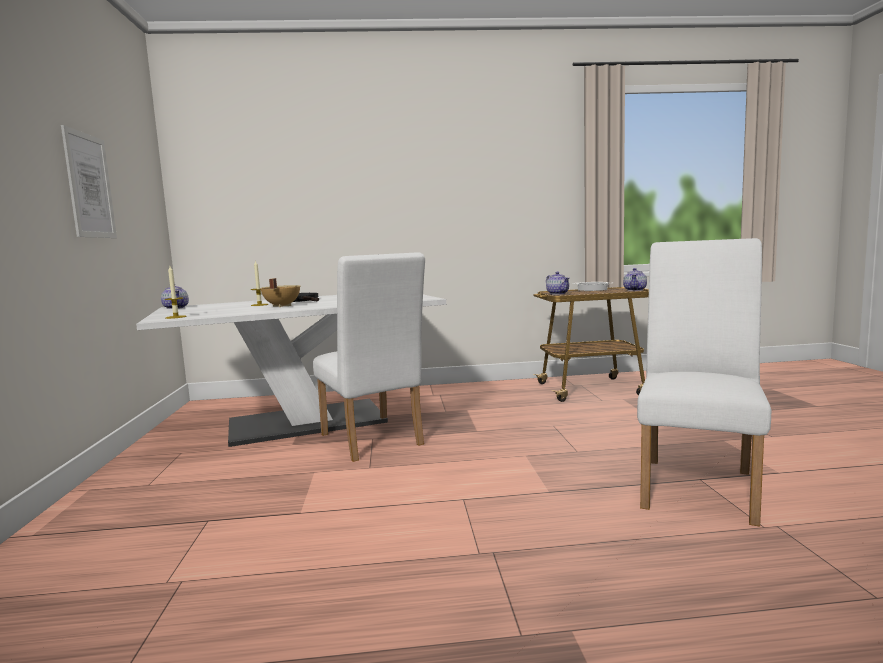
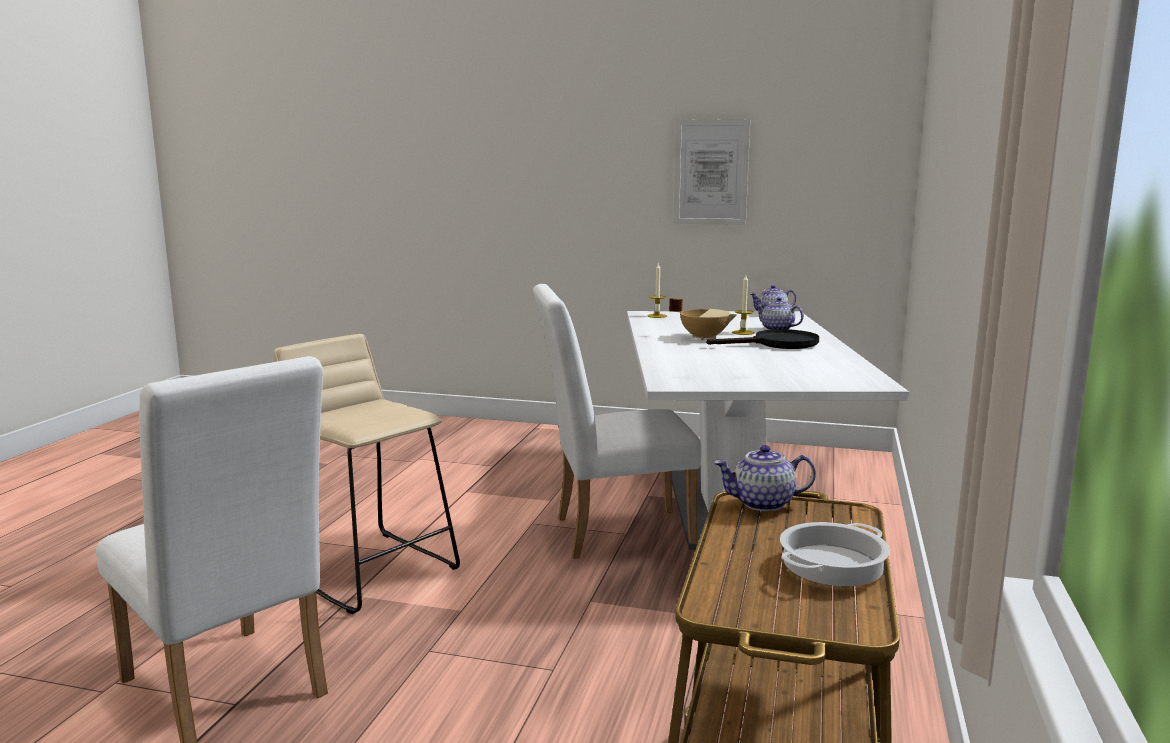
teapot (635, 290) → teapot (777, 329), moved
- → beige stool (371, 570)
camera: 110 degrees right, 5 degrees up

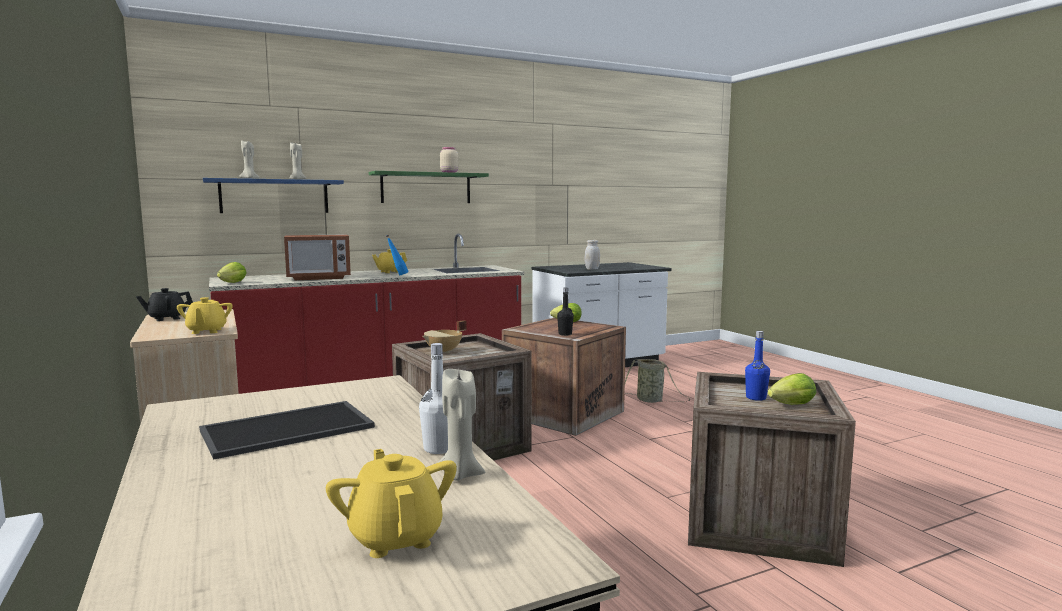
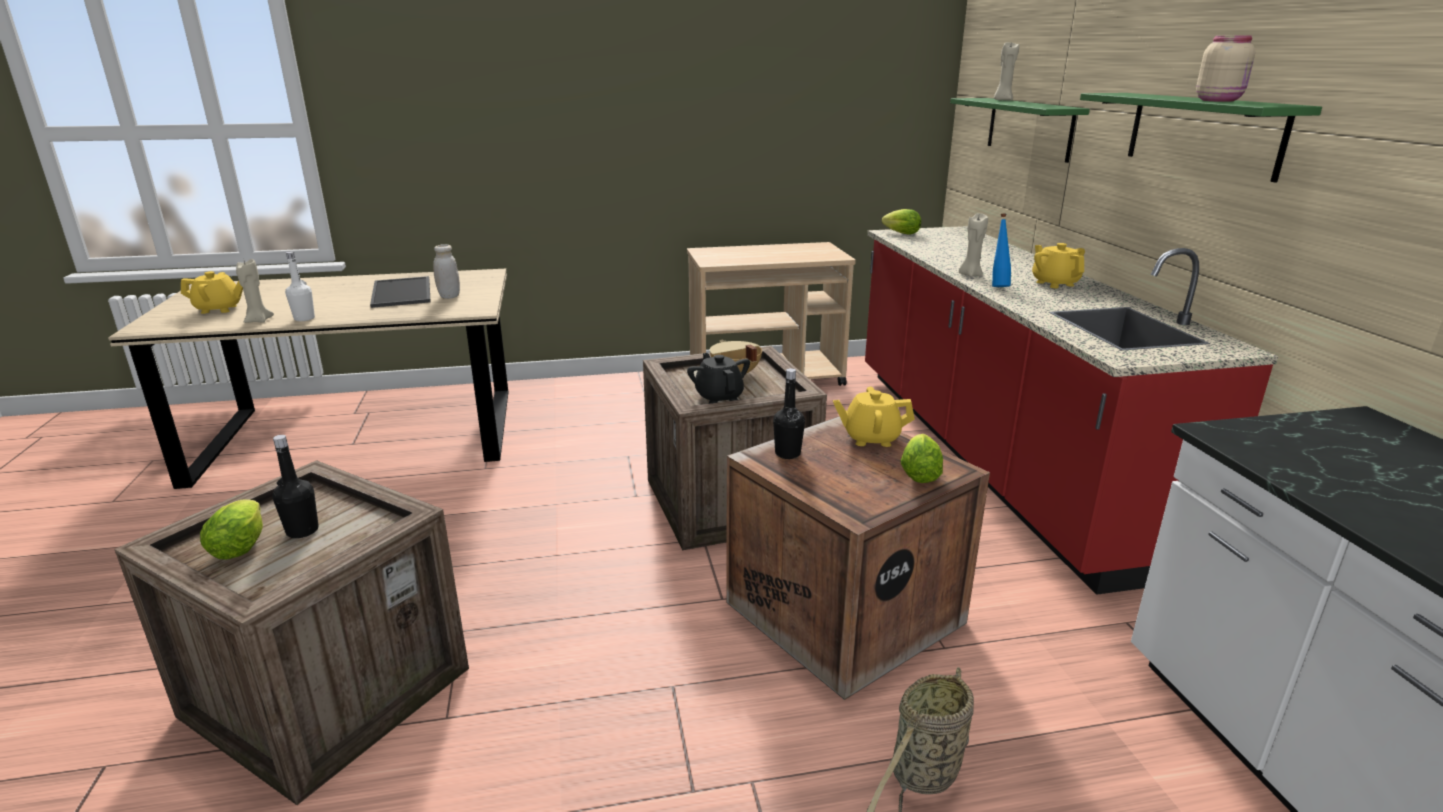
black teapot (166, 318) → black teapot (719, 397), moved
yellow teapot (206, 331) → yellow teapot (871, 438), moved
blue shelf (274, 196) → green shelf (1029, 128)
microwave (318, 278) → -
beige candle (297, 179) → beige candle (970, 275), moved
white jar (592, 269) → white jar (449, 296), moved
blue bottle (756, 398) → black bottle (302, 531)
camera: 105 degrees right, 15 degrees up

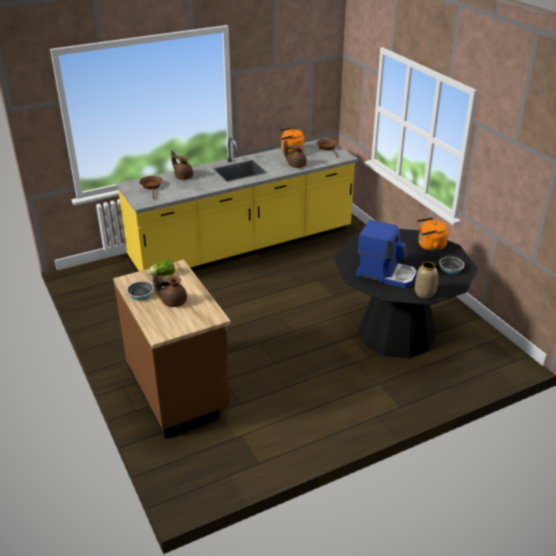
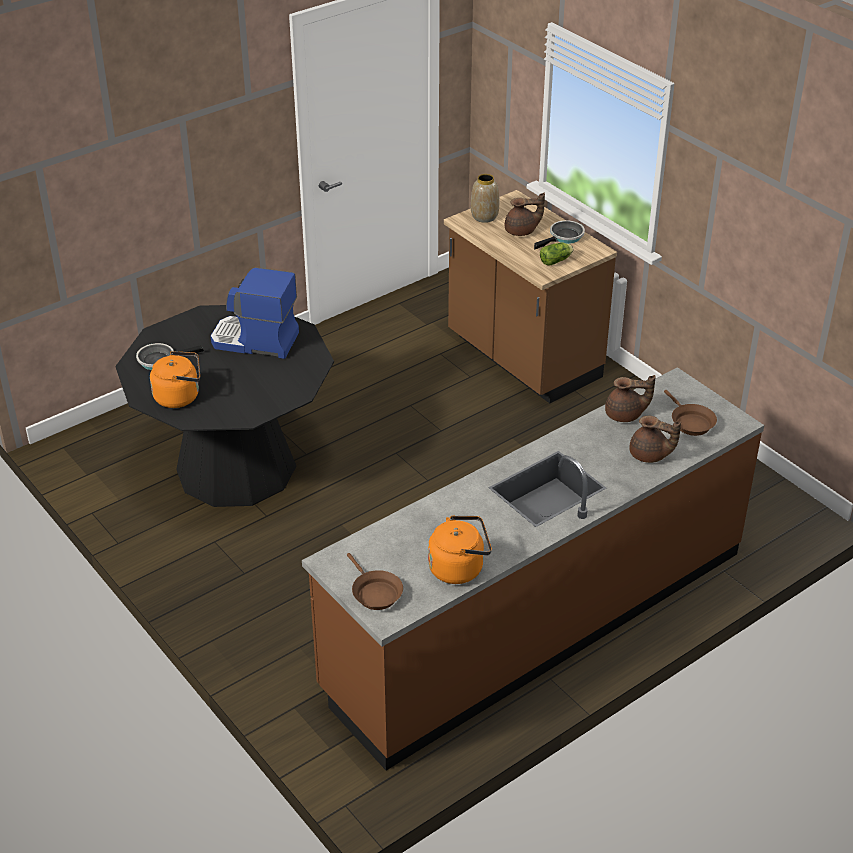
yellow counter (243, 247) → brown counter (536, 620)
brown teapot (296, 165) → brown teapot (625, 415), moved
vase (425, 293) → vase (484, 217), moved
camera: 170 degrees right, 5 degrees up

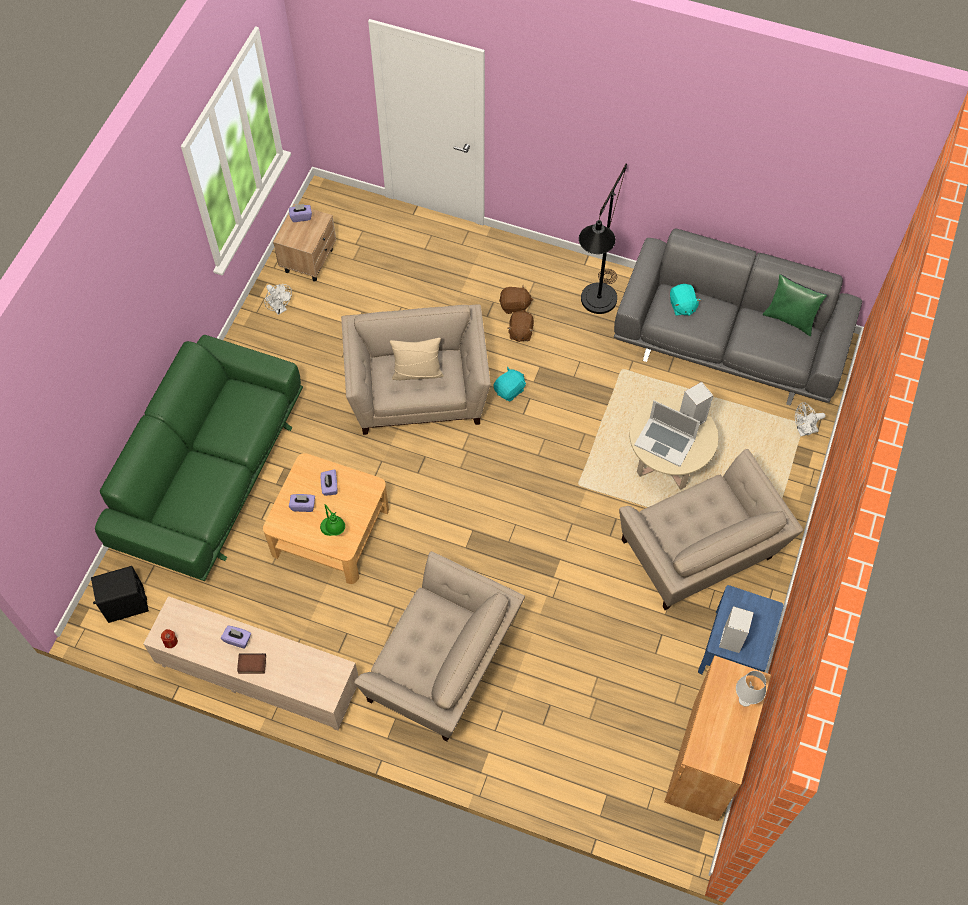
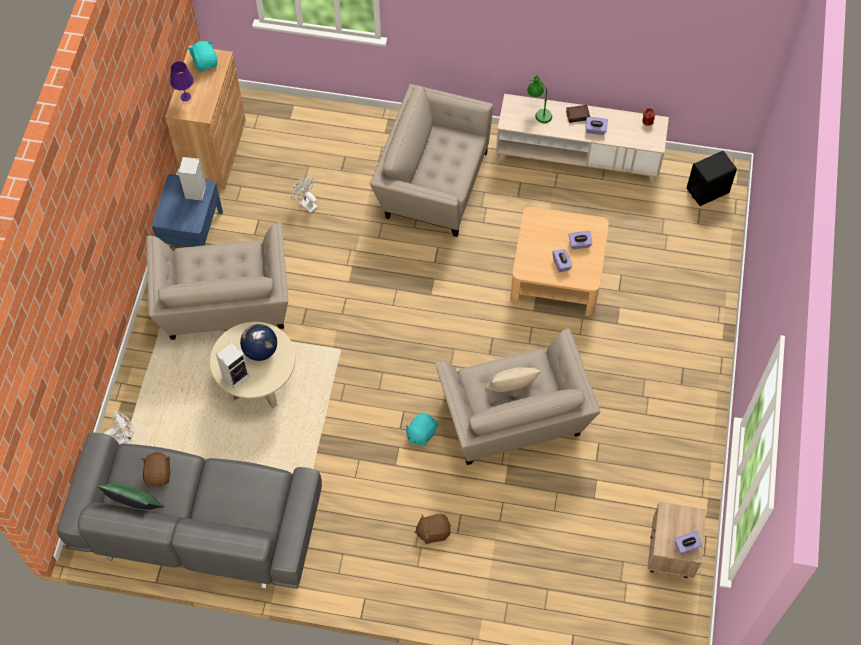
green sofa (211, 475) → -
white fan (279, 308) → white fan (305, 204), moved
green table lamp (334, 533) → green table lamp (538, 112), moved
brown plush toy (520, 332) → brown plush toy (159, 474), moved
black floor lamp (595, 307) → -
beige armchair (698, 553) → beige armchair (225, 305), 150 degrees counterclockwise
laptop (665, 441) → globe (260, 350)
turquoise plush toy (682, 306) → turquoise plush toy (205, 62), moved
white table lamp (745, 700) → purple table lamp (185, 97)
camera: 170 degrees right, 0 degrees up

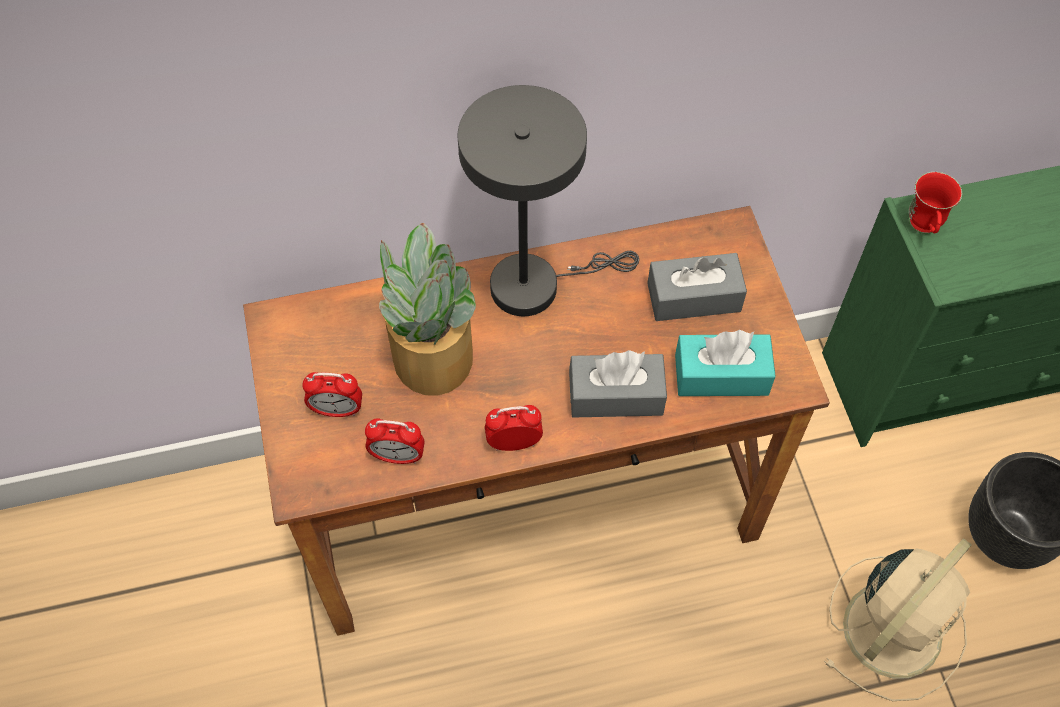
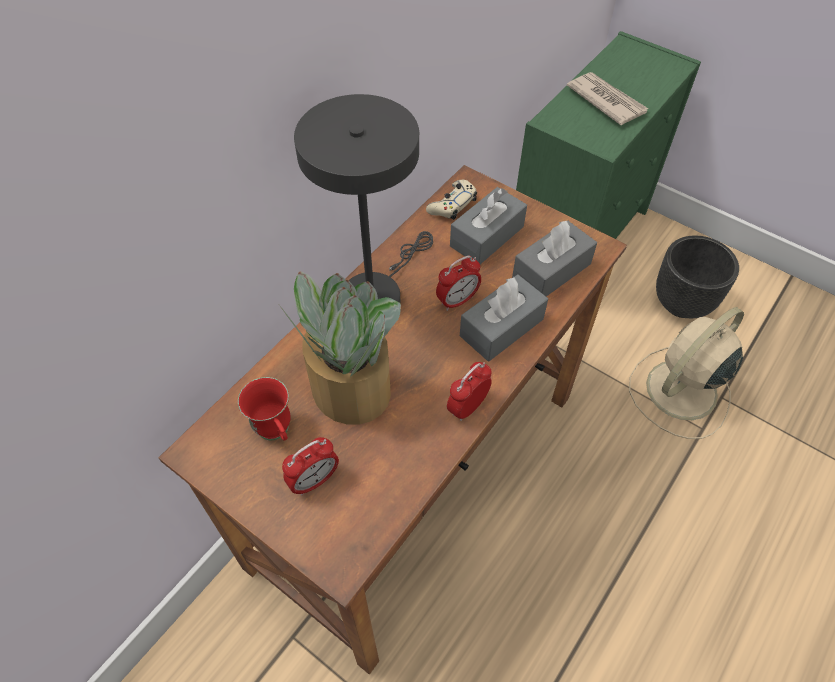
alarm clock (398, 456) → alarm clock (457, 300), moved
turquoise tissue box (721, 375) → grey tissue box (551, 270)
beige fan (895, 626) → beige fan (679, 392), 135 degrees counterclockwise
red mug (923, 229) → red mug (277, 433), moved
- → beige game controller (452, 205)
- → newspaper (606, 100)
camera: 40 degrees left, 5 degrees down

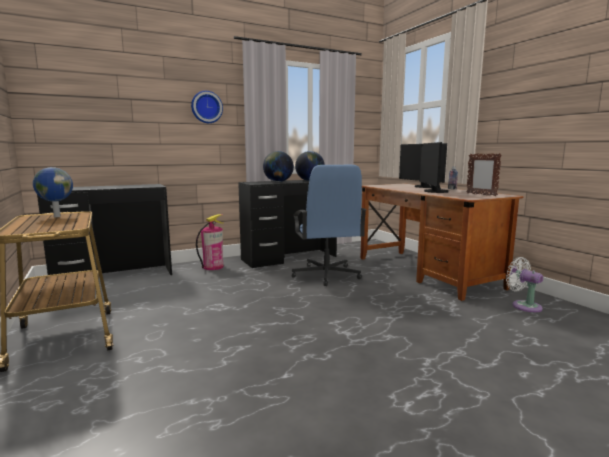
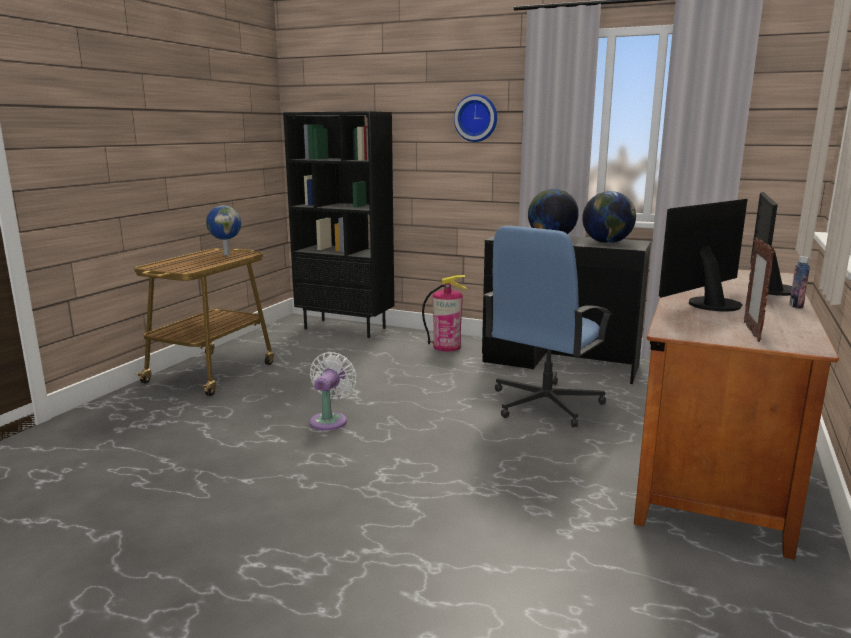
black desk (114, 276) → black bookcase (346, 328)
white fan (523, 306) → white fan (330, 420), moved
camera: 50 degrees right, 5 degrees up

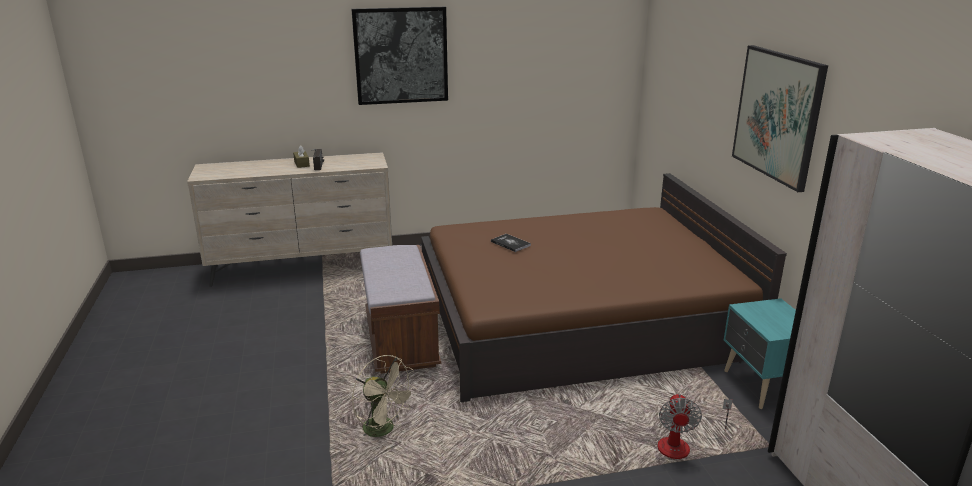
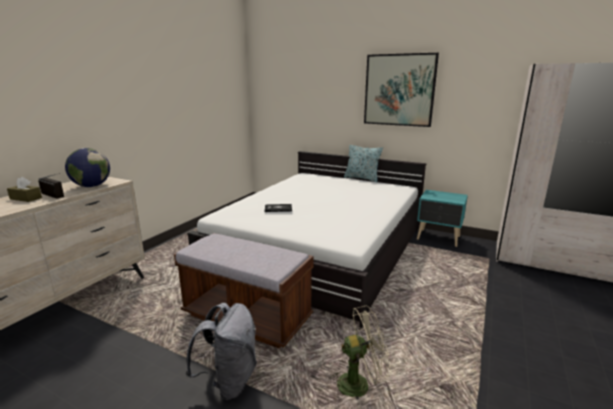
picture (401, 55) → -
brown bed (579, 319) → white bed (321, 249)
fan (682, 445) → -
- → globe (91, 186)
- → grey backpack (229, 381)
- → pillow (362, 178)
camera: 50 degrees left, 5 degrees down

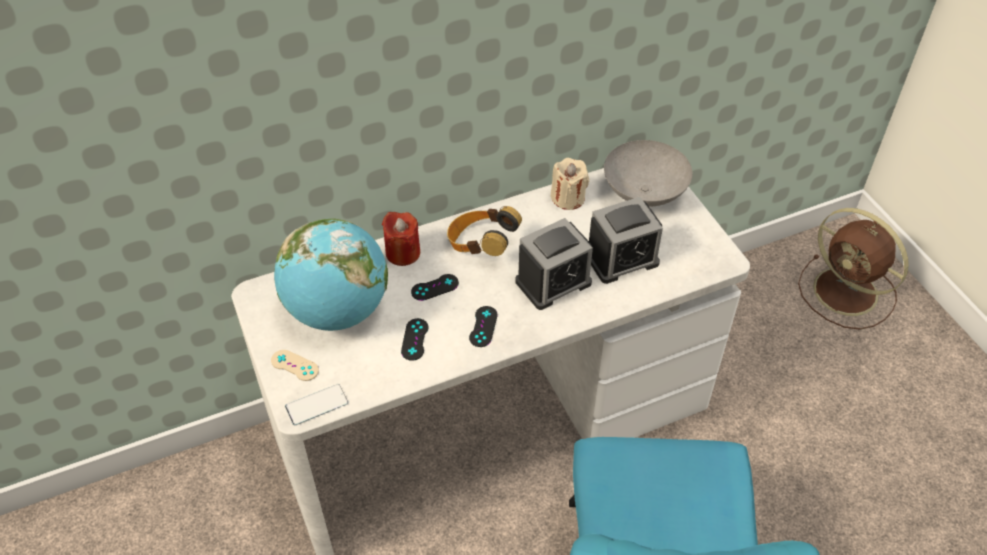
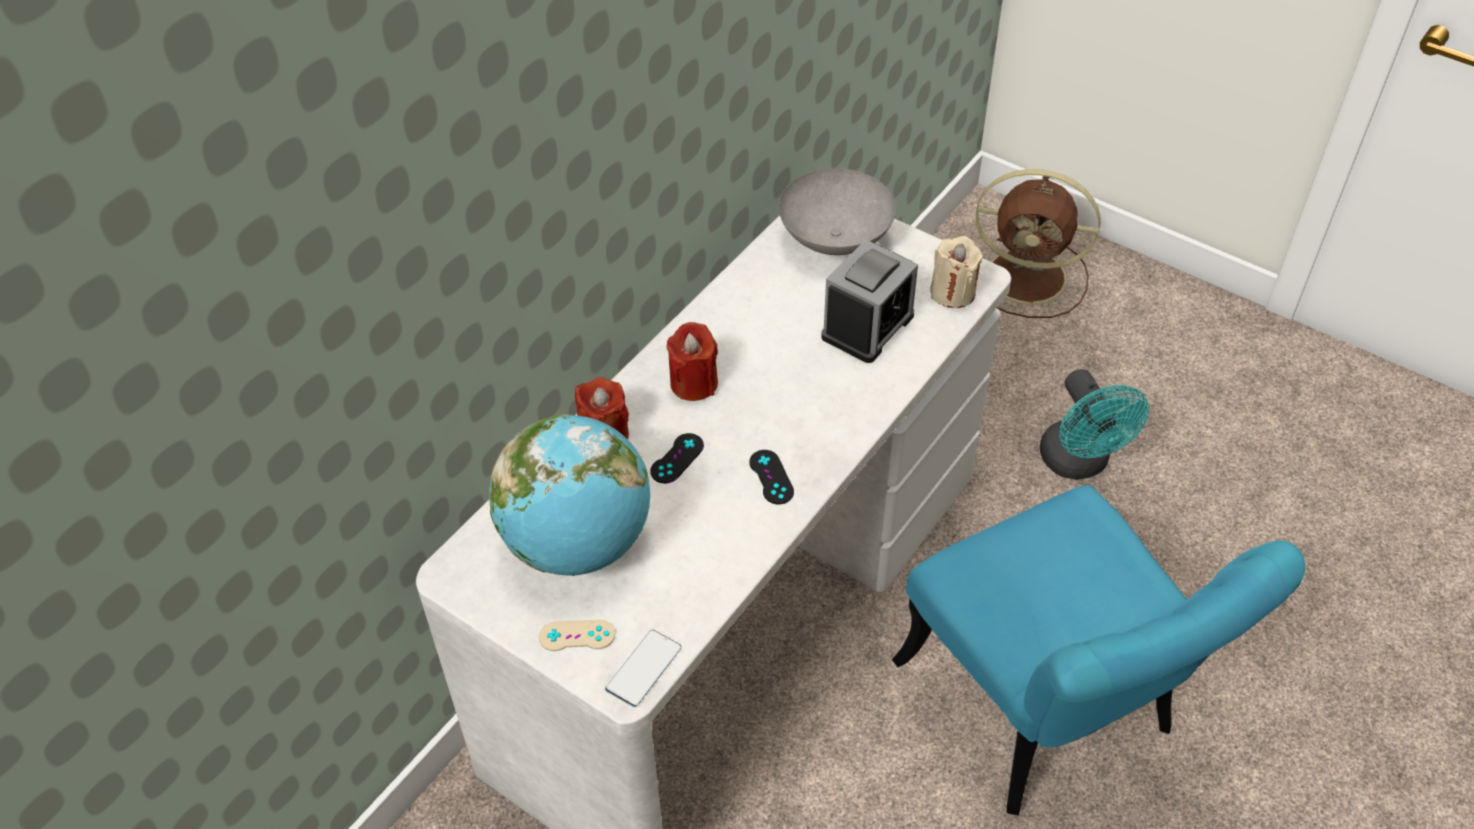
black game controller (415, 339) → -
headphones (481, 245) → red candle (693, 383)
alarm clock (553, 282) → -
beige candle (568, 198) → beige candle (952, 292), moved
- → turquoise fan (1079, 463)
camera: 30 degrees left, 0 degrees up

